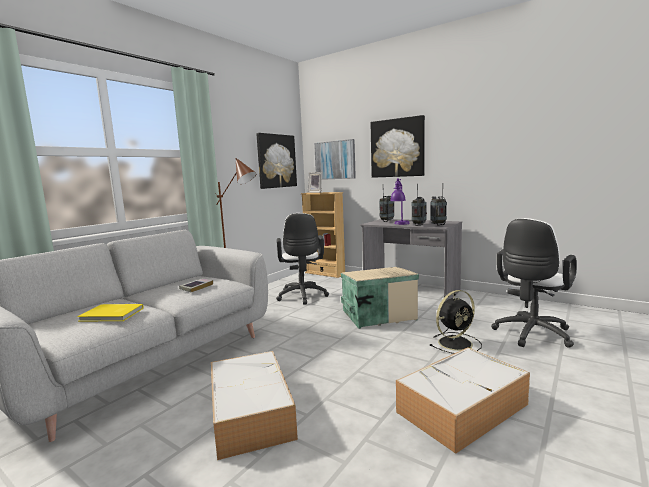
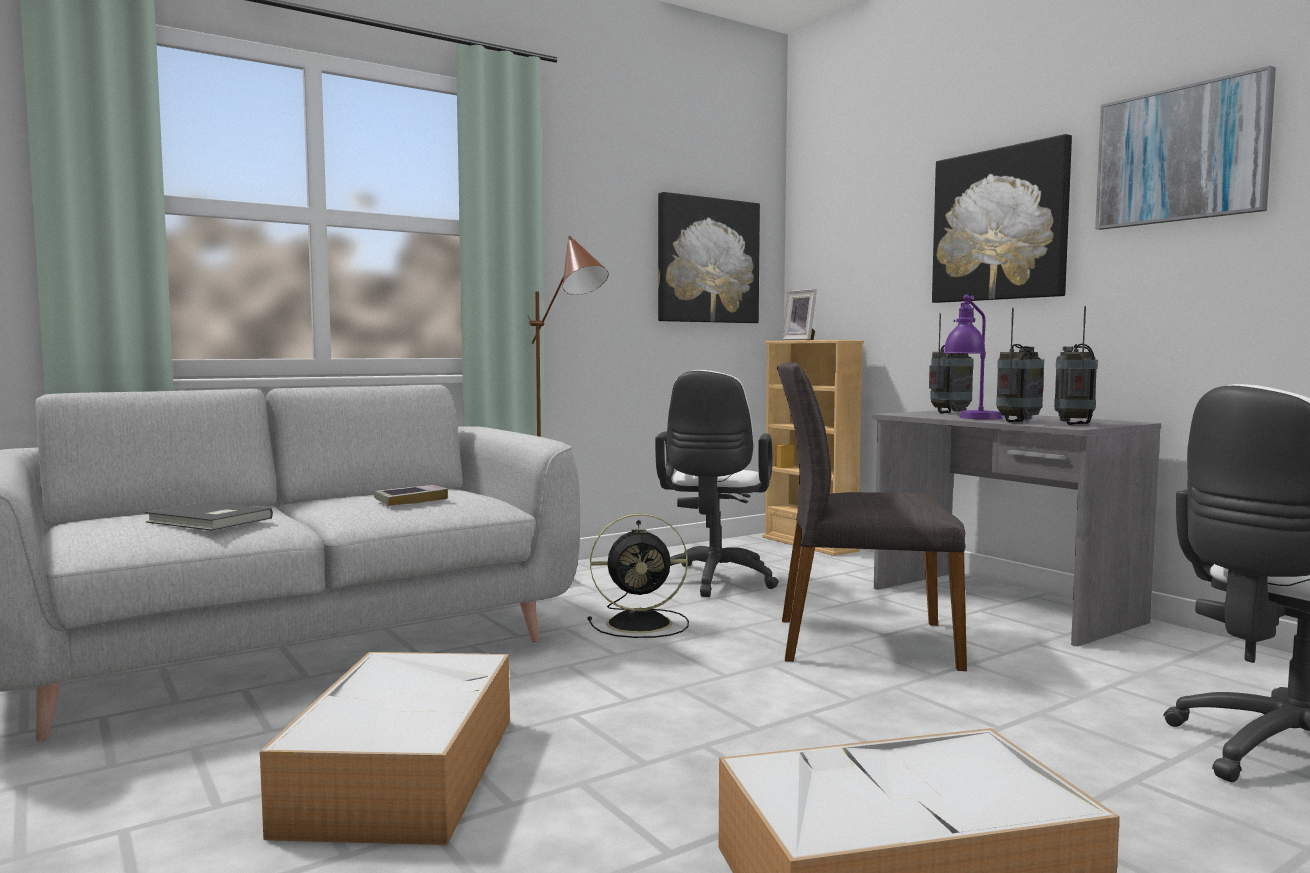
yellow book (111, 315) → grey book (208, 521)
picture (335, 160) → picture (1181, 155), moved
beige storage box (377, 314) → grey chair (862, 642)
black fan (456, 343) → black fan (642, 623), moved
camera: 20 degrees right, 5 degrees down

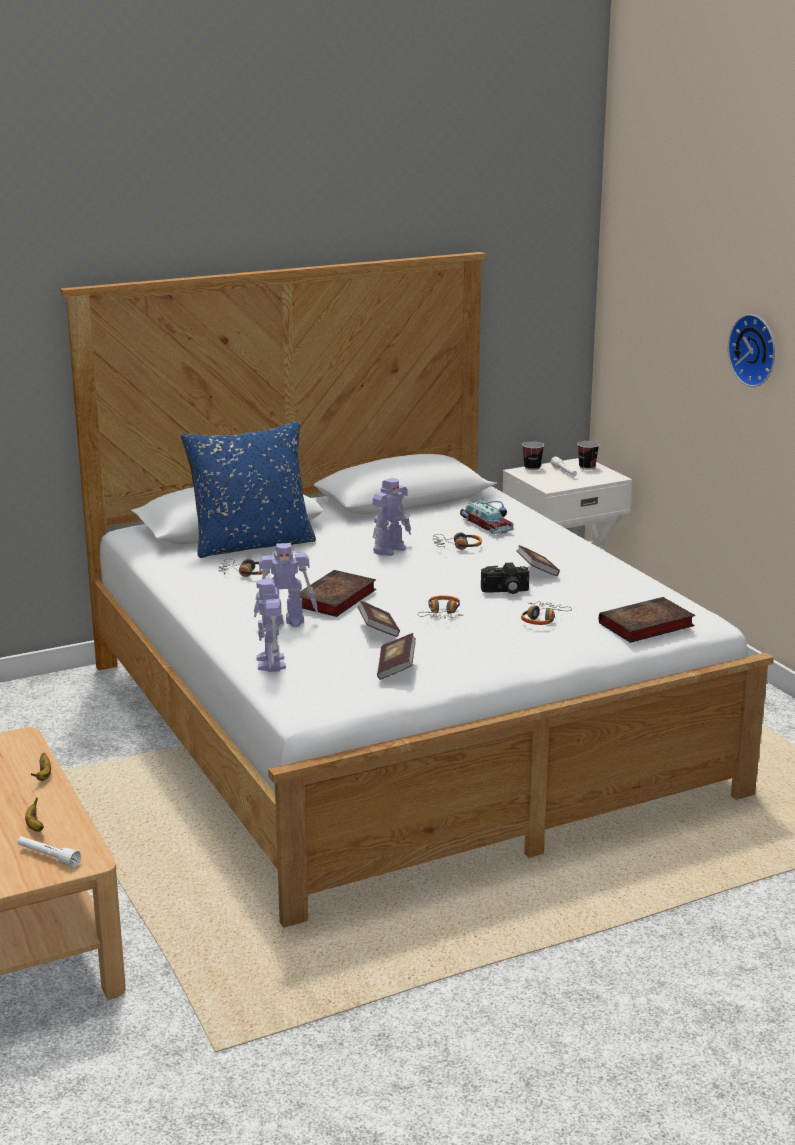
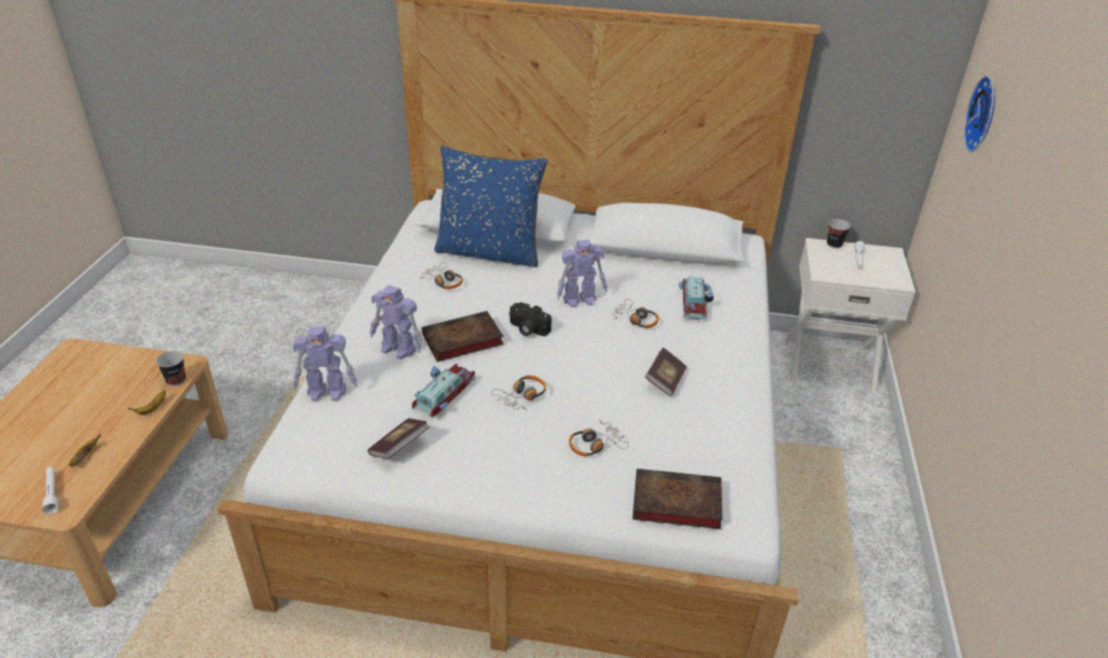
toy robot (271, 663) → toy robot (328, 392), 120 degrees counterclockwise
book (378, 630) → toy car (442, 394)
photo camera (505, 591) → photo camera (527, 329), moved
cup (587, 467) → cup (176, 380), moved
wall clock (756, 350) → wall clock (985, 114), moved
camera: 35 degrees right, 15 degrees up

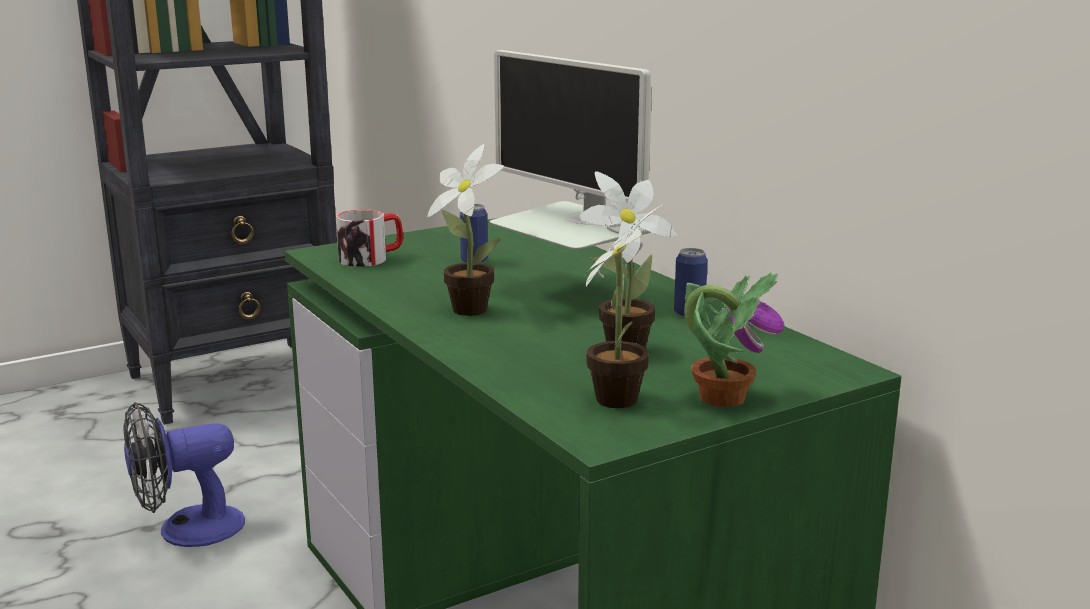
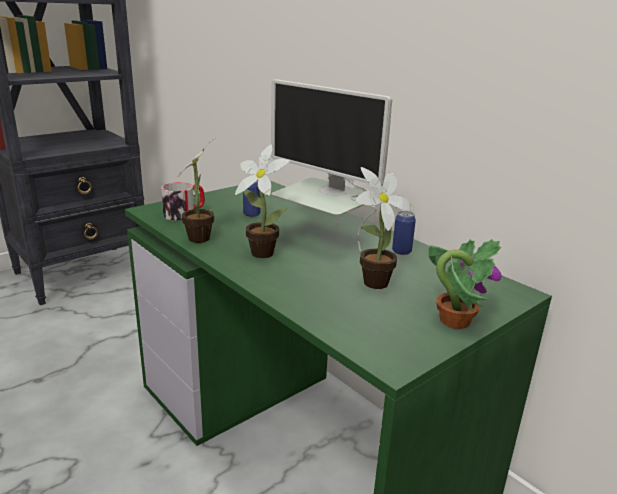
fan (186, 530) → -
potted plant (619, 396) → potted plant (201, 237), moved
camera: 10 degrees left, 5 degrees up

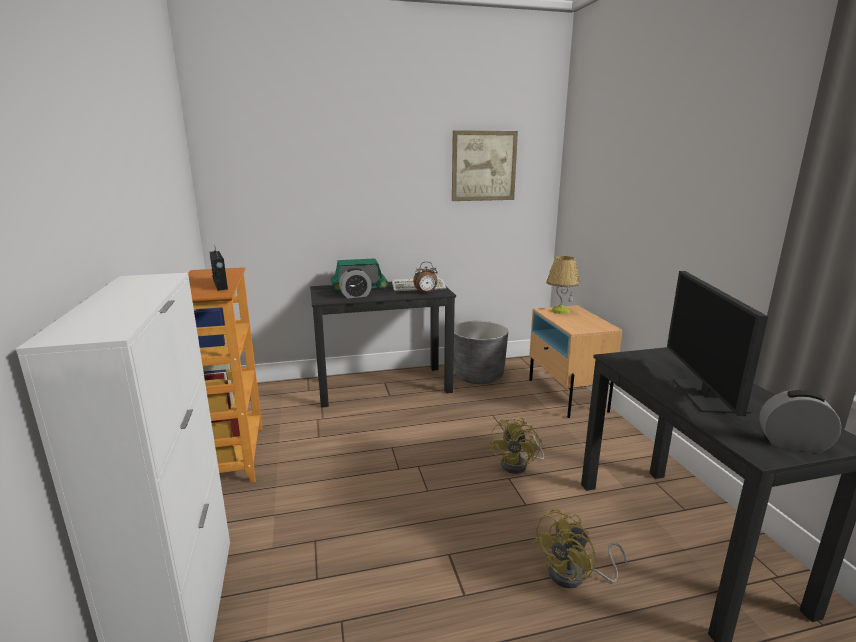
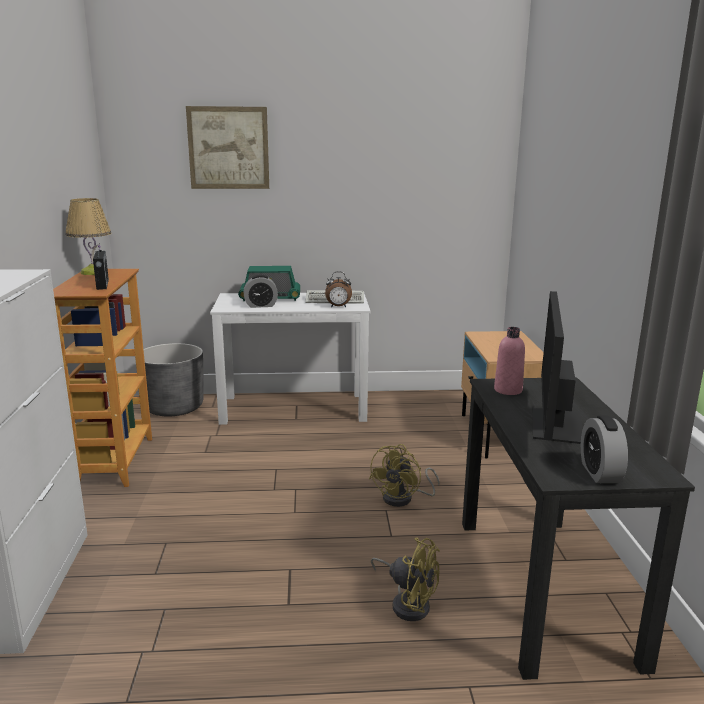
black desk (384, 385) → white desk (294, 408)
picture (484, 166) → picture (228, 148), moved
grey planter (478, 376) → grey planter (174, 407), moved
yellow fan (575, 576) → yellow fan (408, 603), 120 degrees counterclockwise
table lamp (560, 311) → table lamp (93, 272), moved
alarm clock (793, 444) → alarm clock (600, 473), 120 degrees counterclockwise
- → pink bottle (508, 390)
camera: 10 degrees right, 0 degrees up

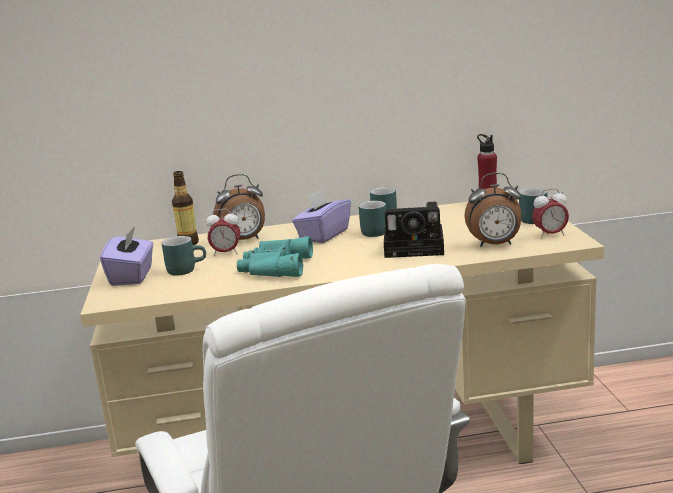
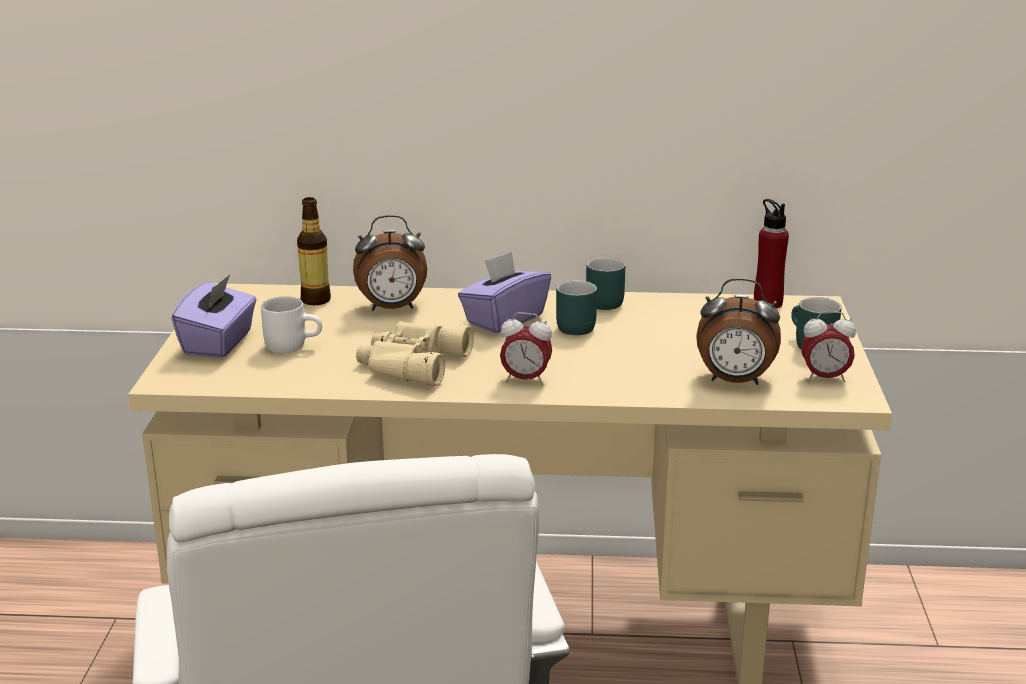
turquoise mug (186, 269) → white mug (292, 345)
alarm clock (226, 253) → alarm clock (525, 380), moved
turquoise binoculars (274, 267) → beige binoculars (410, 363)
photo camera (417, 247) → -
camera: 10 degrees right, 5 degrees up

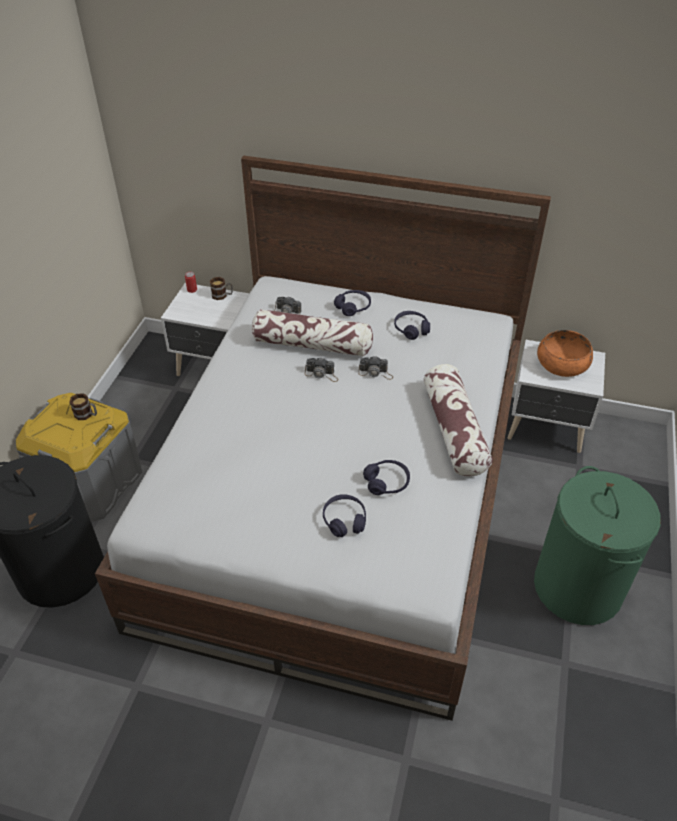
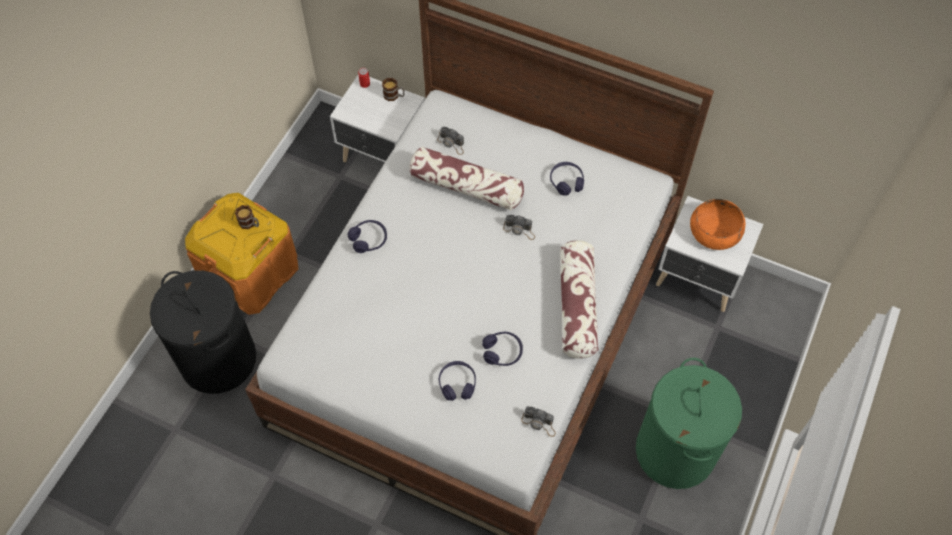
grey storage box (91, 483) → orange storage box (250, 272)
photo camera (321, 374) → photo camera (539, 423), moved
purple headphones (353, 307) → purple headphones (368, 239), moved
camera: 10 degrees right, 15 degrees up

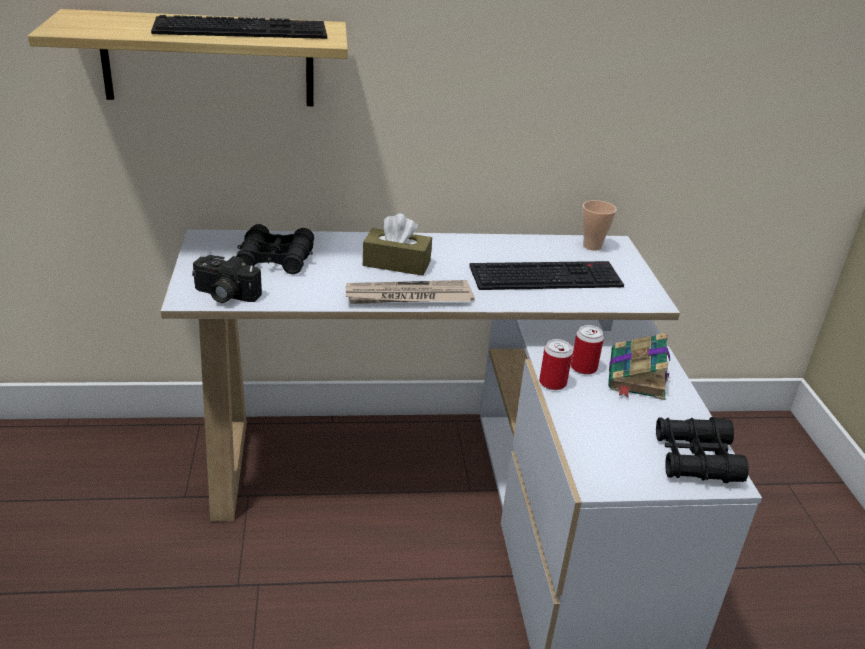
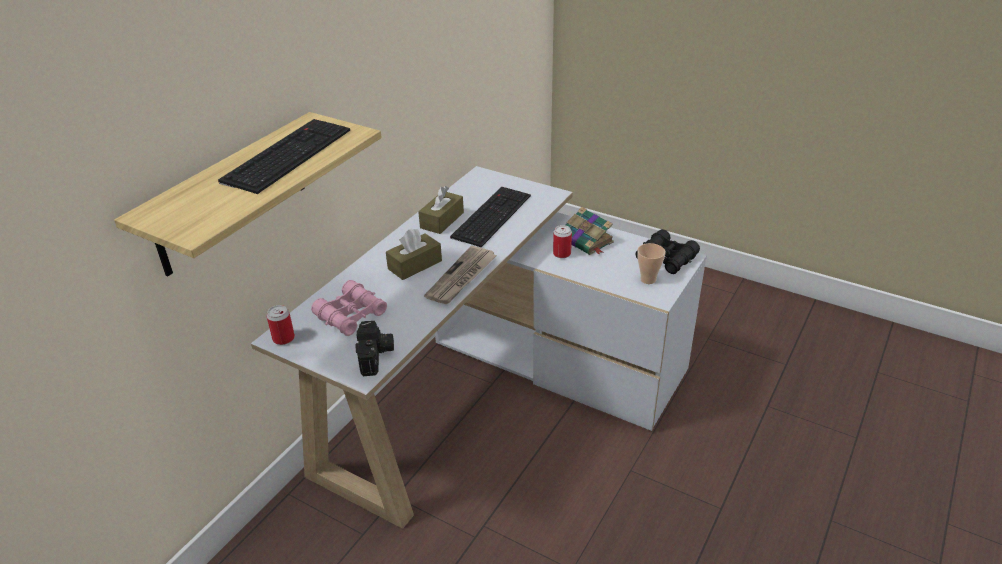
photo camera (224, 295) → photo camera (376, 356), 60 degrees counterclockwise
black binoculars (275, 259) → pink binoculars (351, 315)
can (552, 383) → can (283, 338), moved
cup (592, 246) → cup (648, 279), moved
- → brown tissue box (442, 220)
camera: 50 degrees left, 5 degrees up

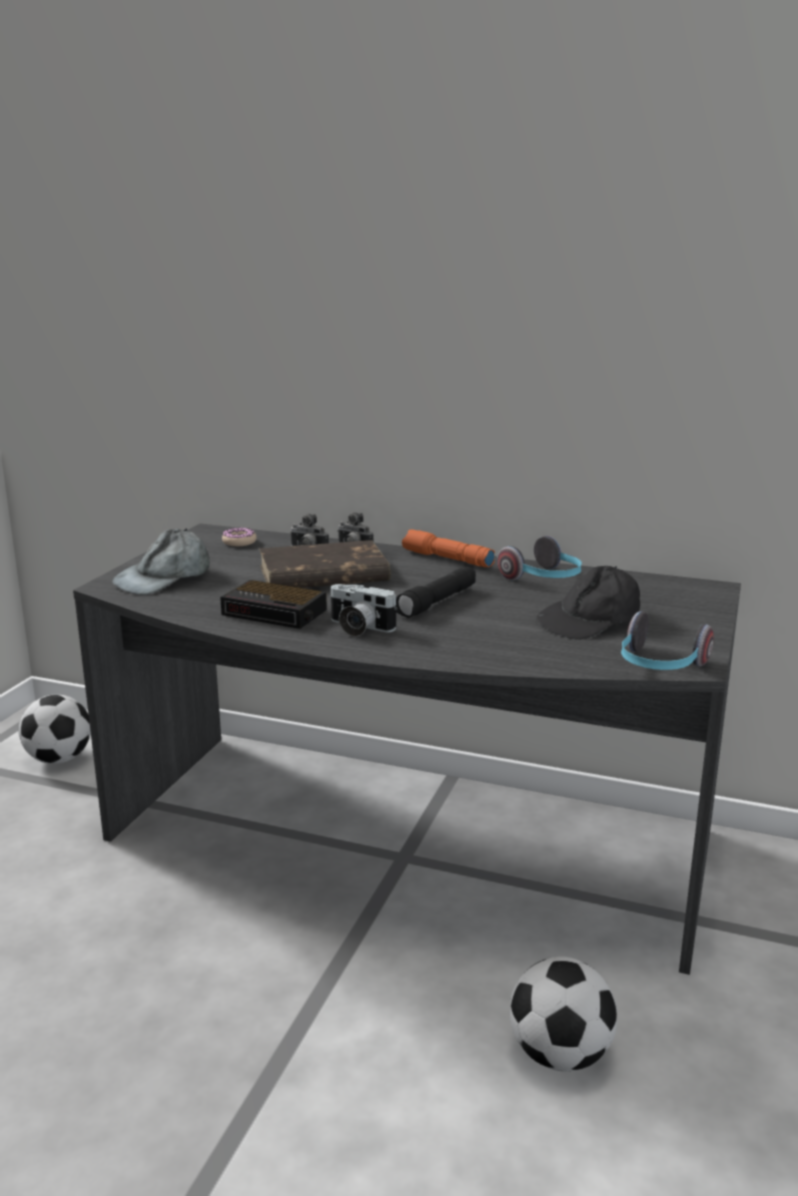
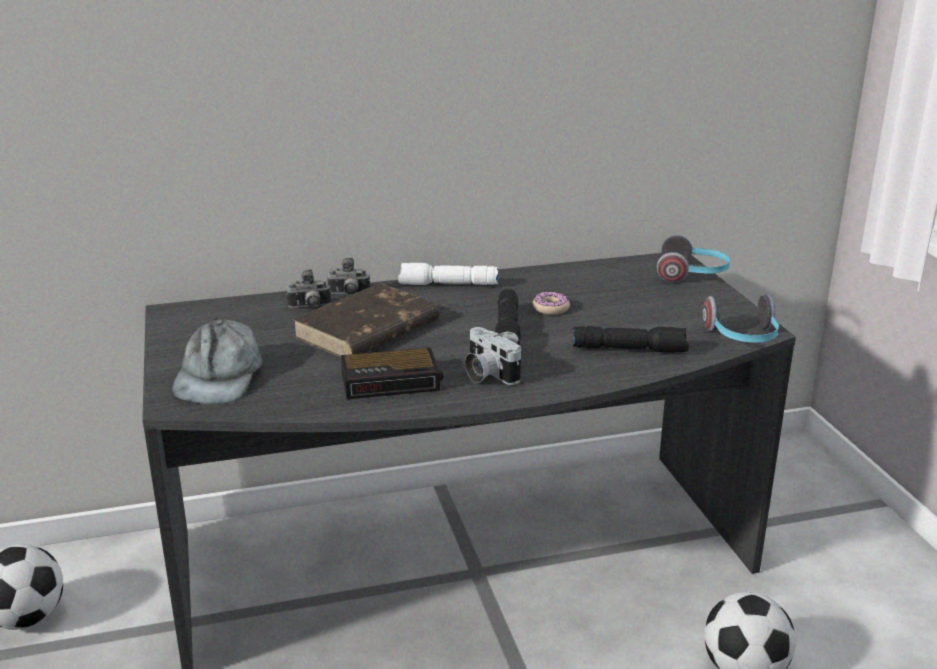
donut (239, 542) → donut (551, 308), moved
photo camera (358, 628) → photo camera (486, 374), 60 degrees clockwise
orange flashlight (446, 559) → white flashlight (447, 285)
headphones (544, 579) → headphones (692, 274), moved
black cap (591, 619) → -
- → black flashlight (630, 349)
camera: 35 degrees left, 5 degrees up

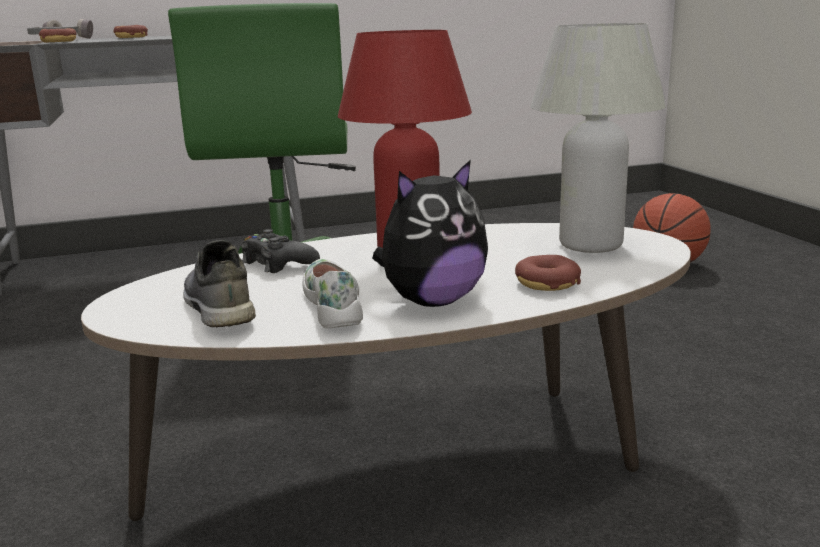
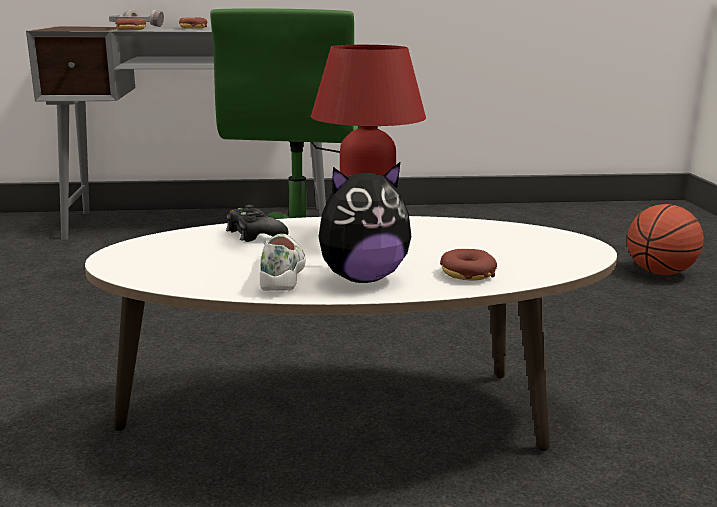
grey shoe (217, 307) → -
white table lamp (590, 244) → -
camera: 10 degrees right, 0 degrees up

